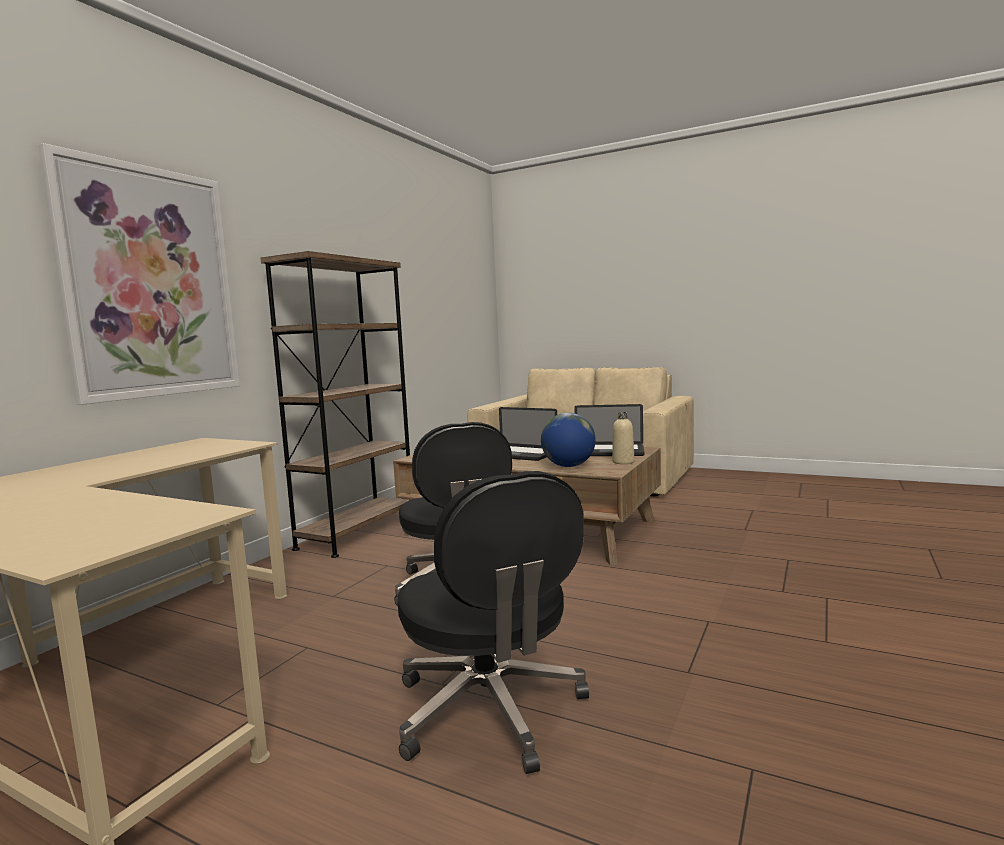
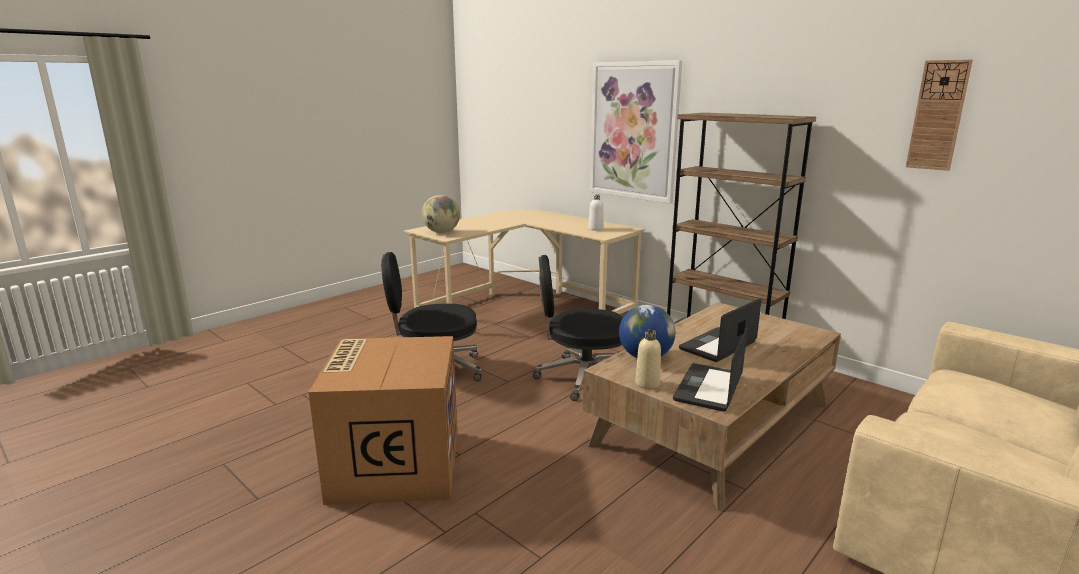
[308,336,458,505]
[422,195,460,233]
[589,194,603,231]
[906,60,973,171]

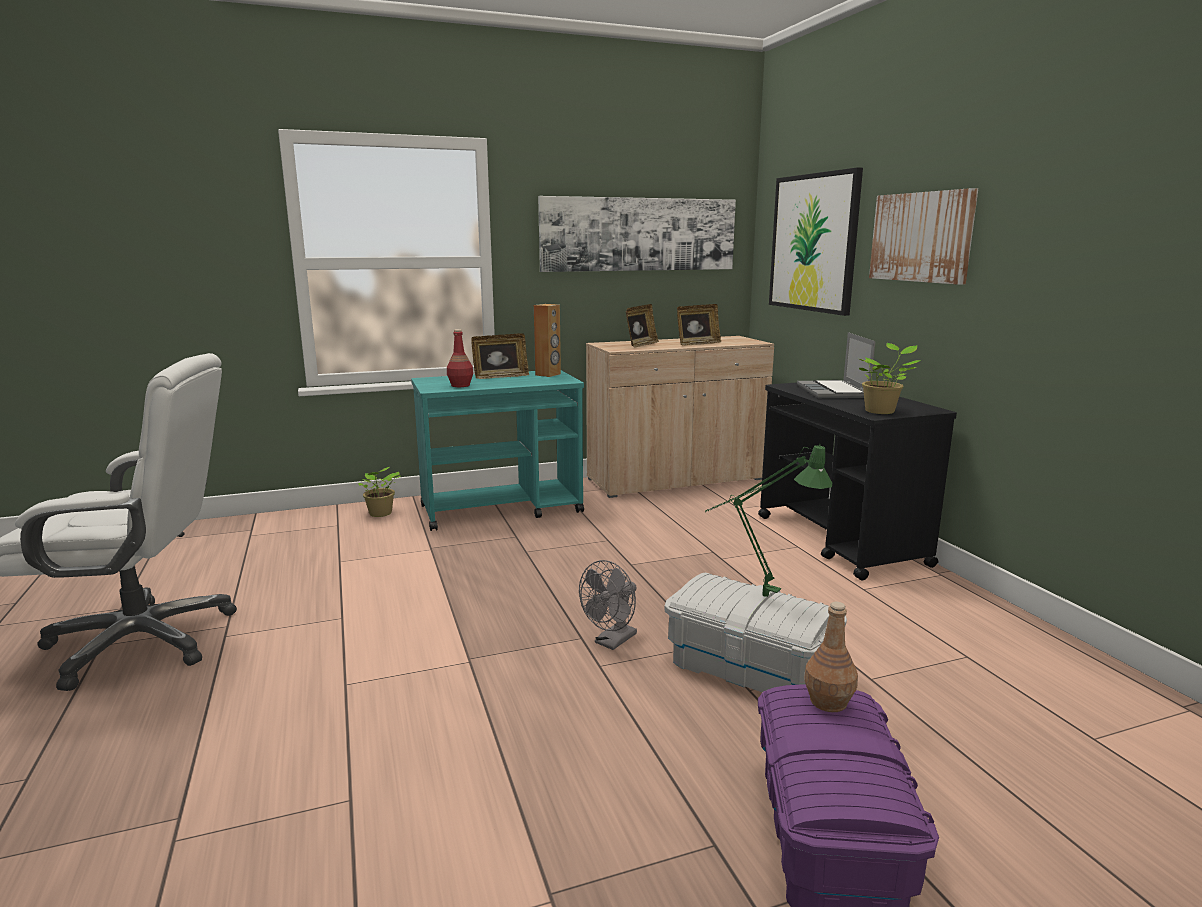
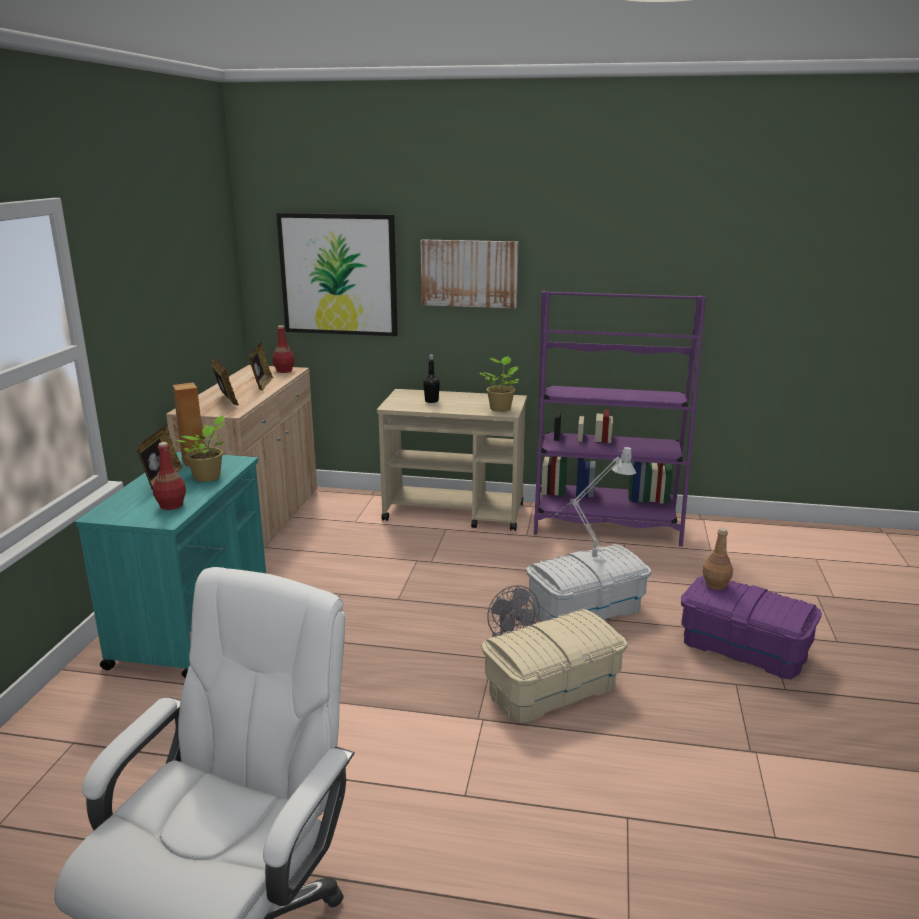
[175,415,227,482]
[273,325,295,373]
[377,389,527,531]
[423,355,440,403]
[481,609,628,723]
[534,291,706,547]
[550,447,636,557]
[538,196,736,272] (first image)

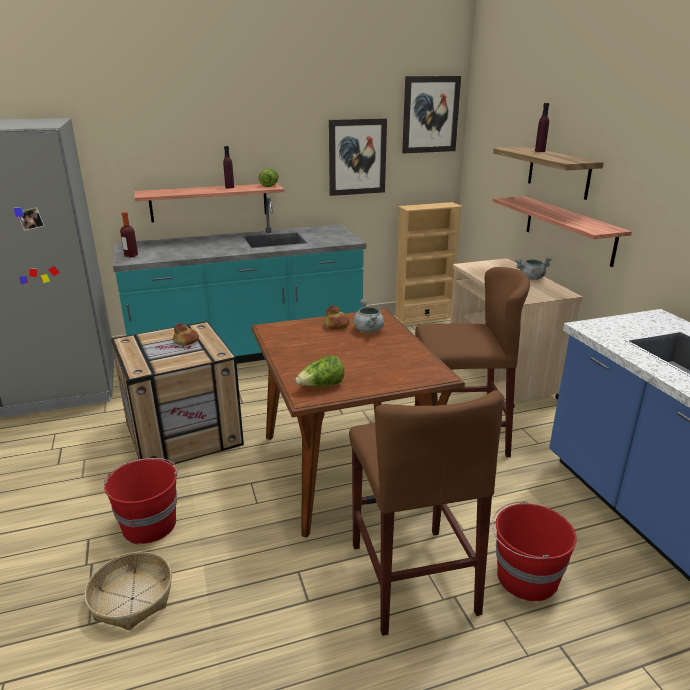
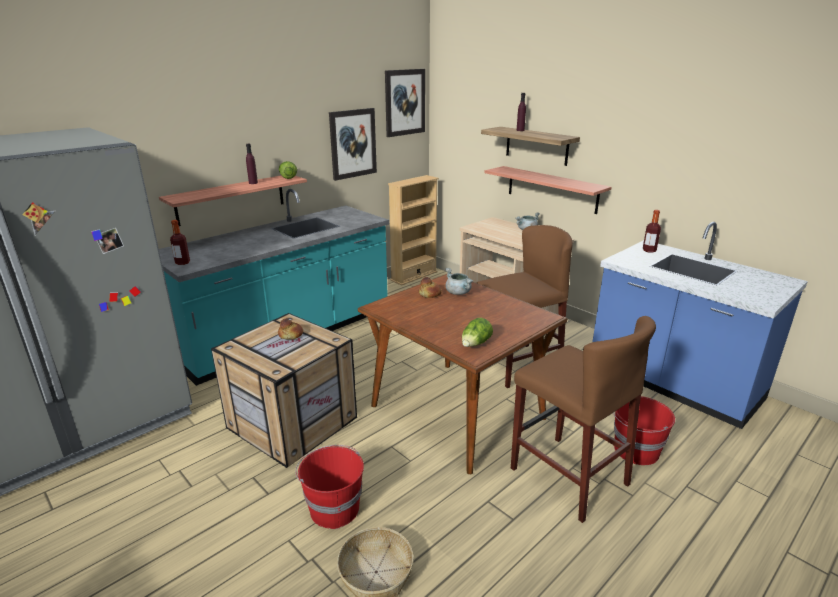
[643,210,661,253]

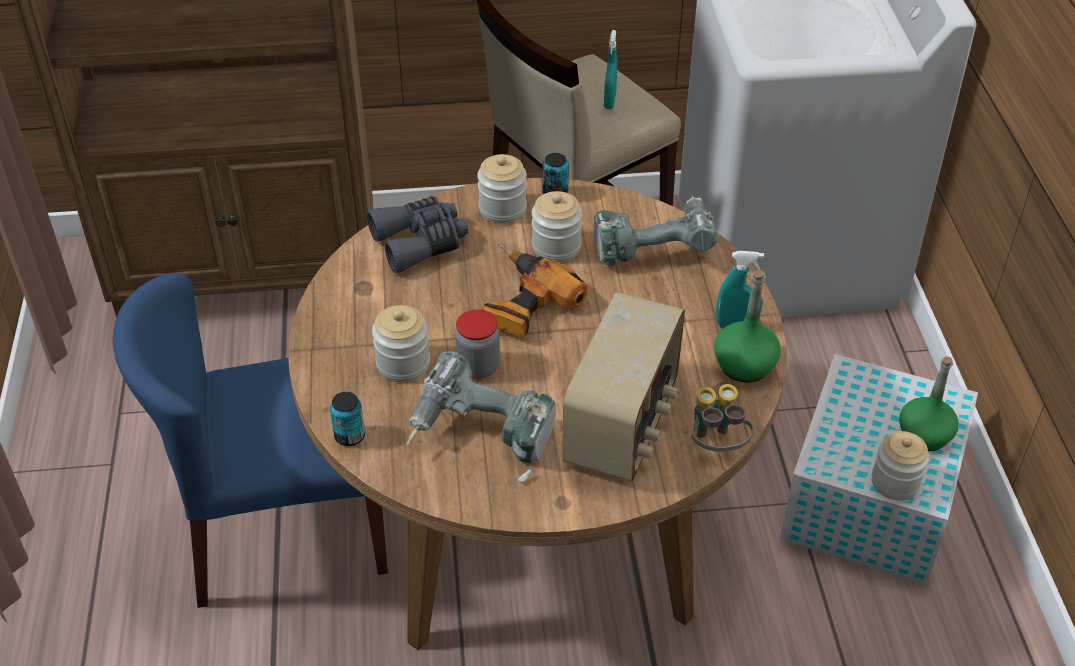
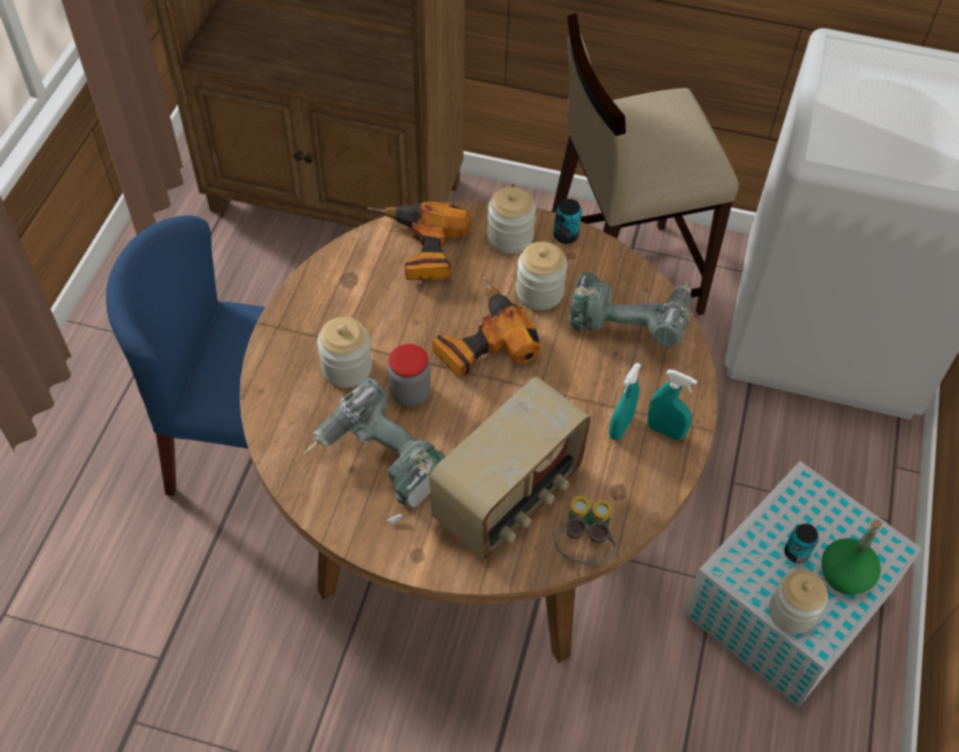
[367,202,471,280]
[609,362,641,440]
[784,523,819,563]
[714,270,781,383] (first image)

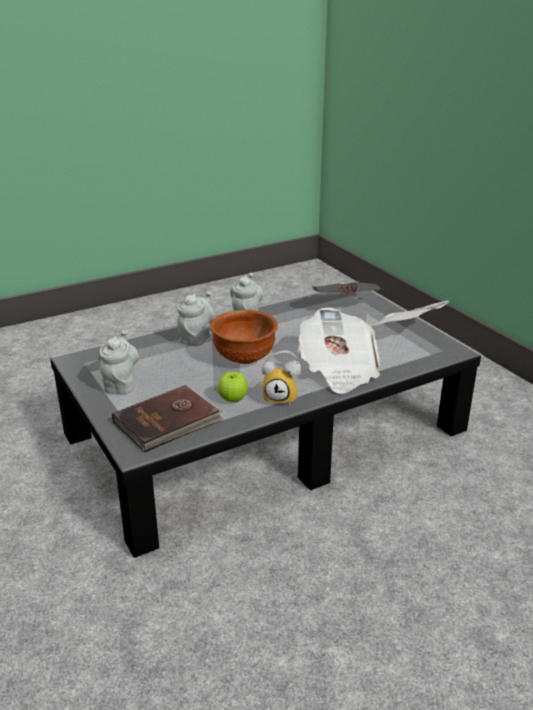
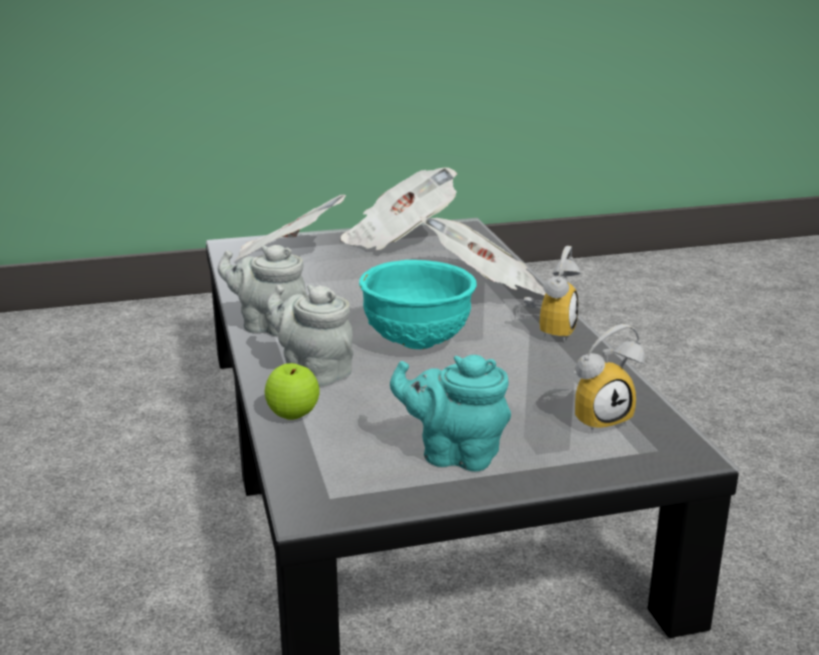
[265,363,320,420]
[359,260,477,349]
[390,355,511,471]
[574,324,645,433]

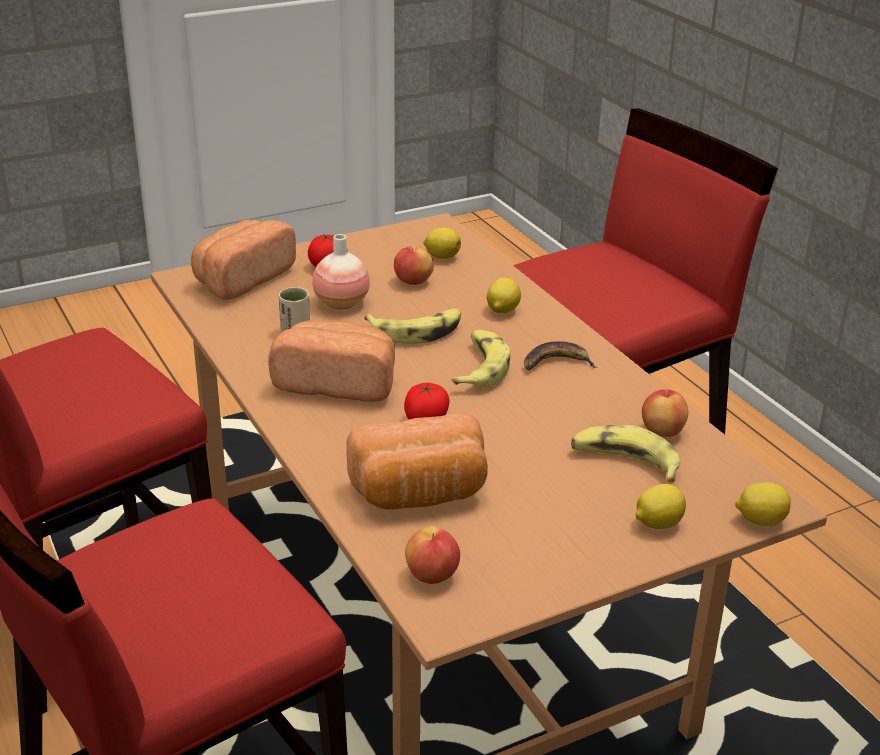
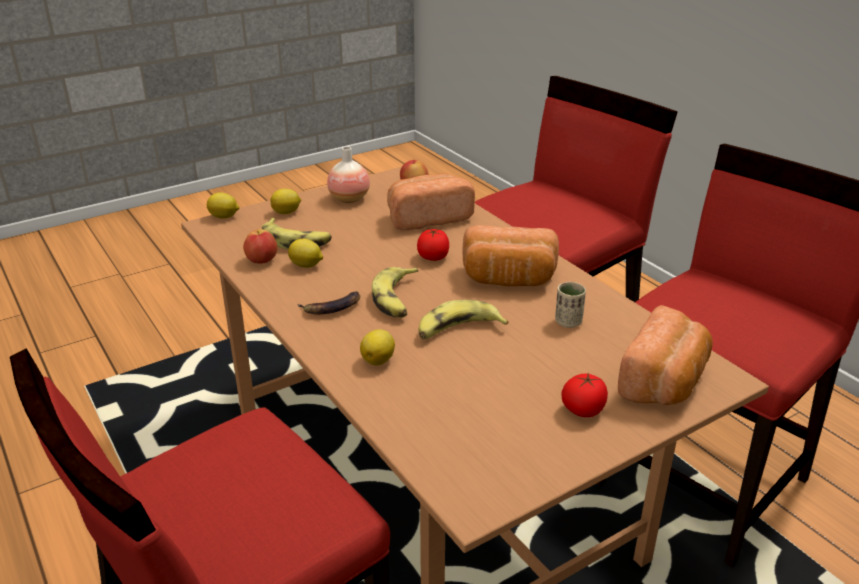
[288,239,323,268]
[327,146,370,203]
[394,246,434,285] (first image)

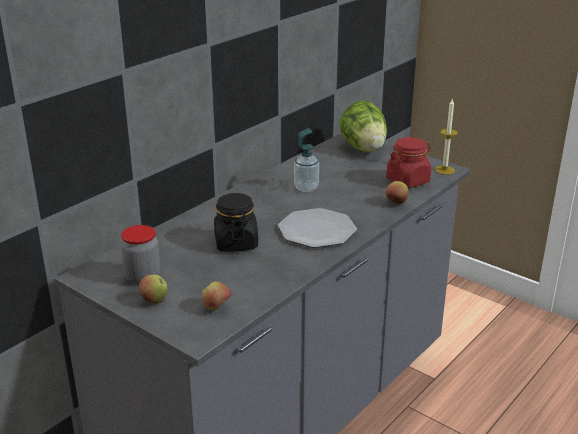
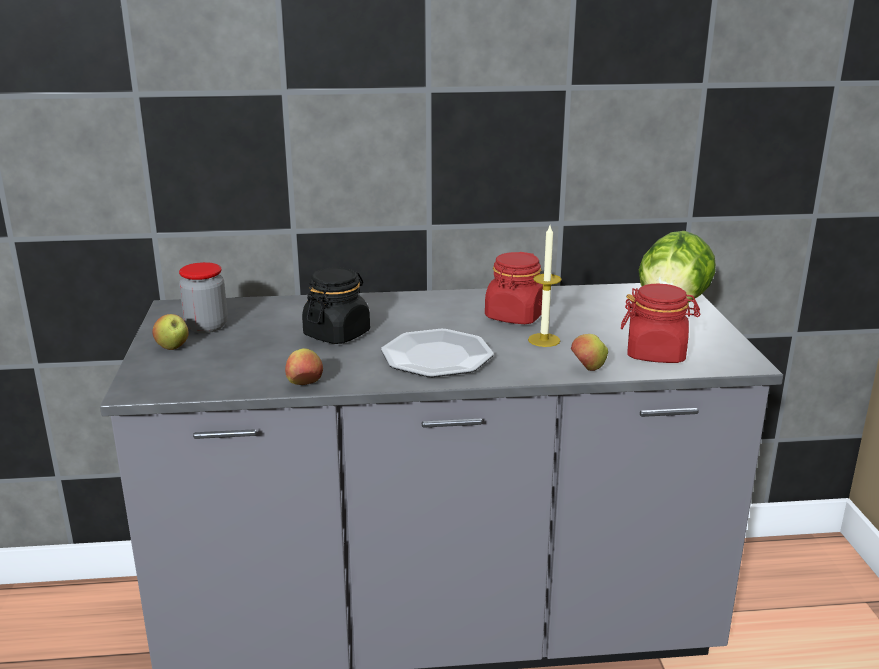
[285,348,323,385]
[485,252,543,324]
[528,226,562,347]

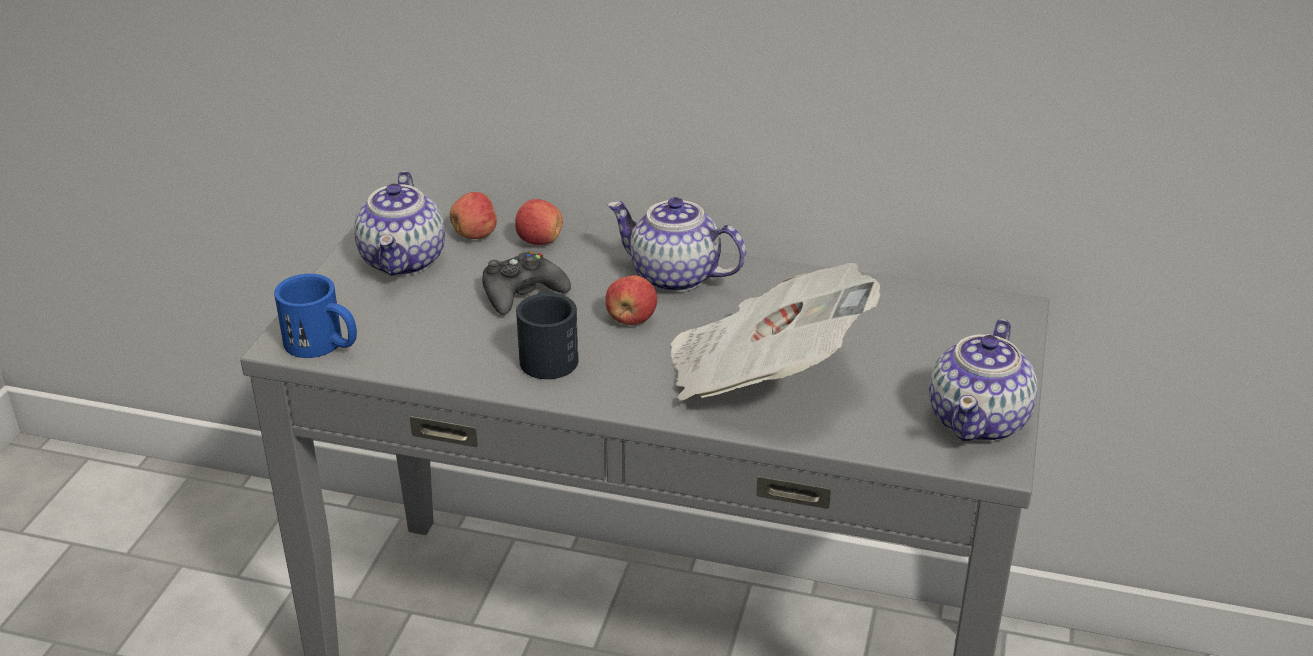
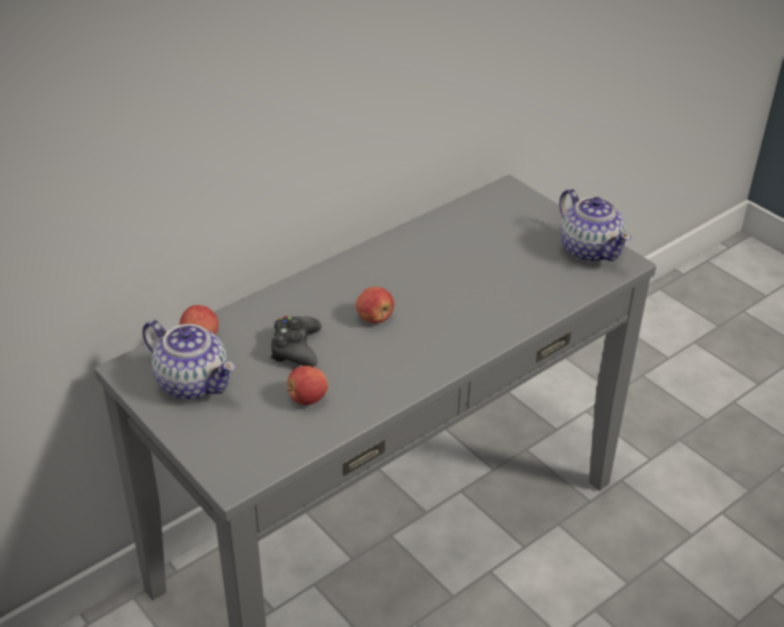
[287,366,328,405]
[274,274,357,358] (first image)
[516,291,578,379] (first image)
[607,197,746,293] (first image)
[671,263,880,401] (first image)

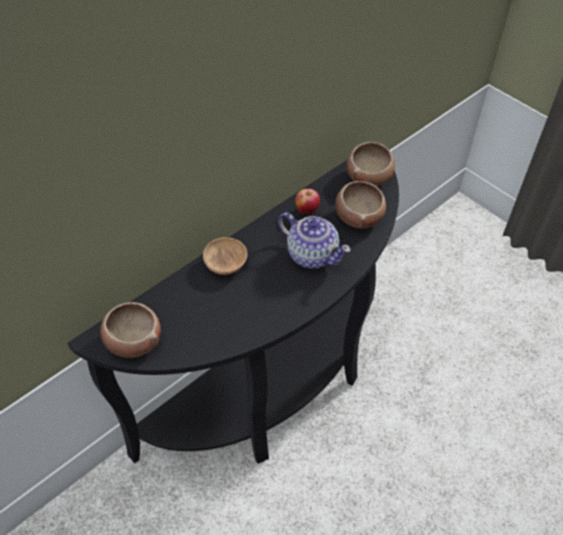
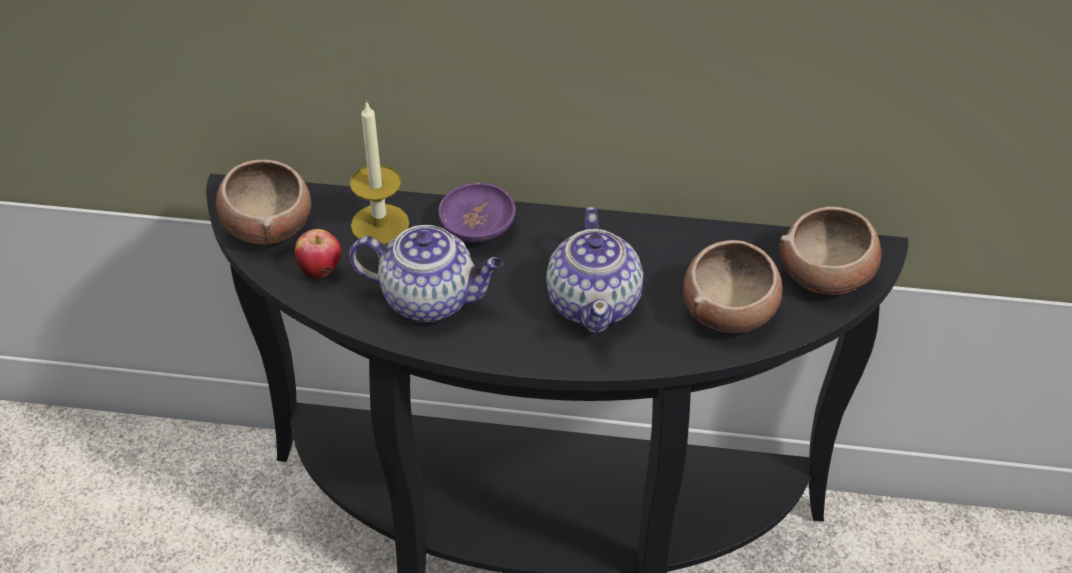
[295,229,341,279]
[349,225,503,322]
[350,100,409,244]
[438,182,516,242]

